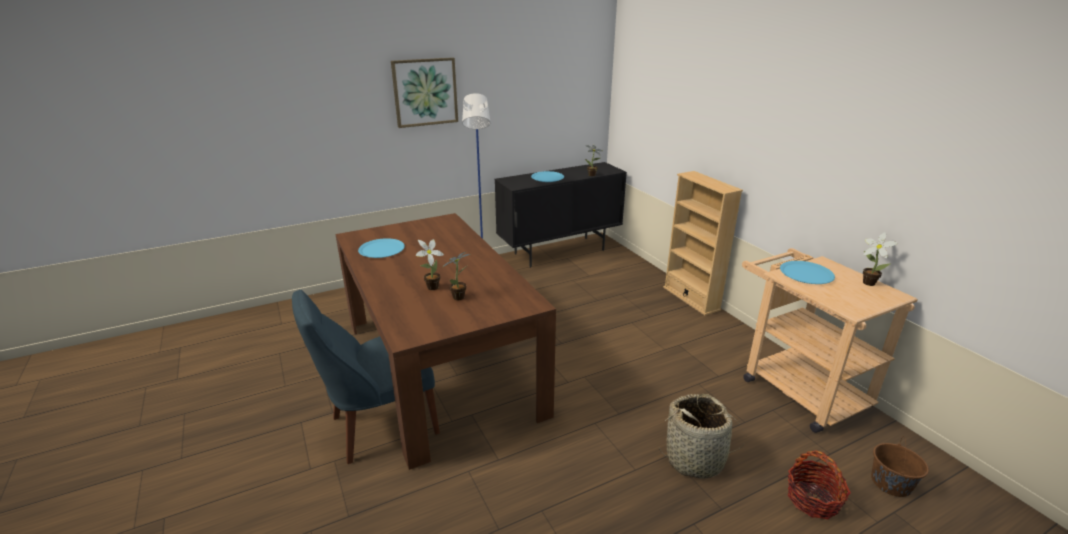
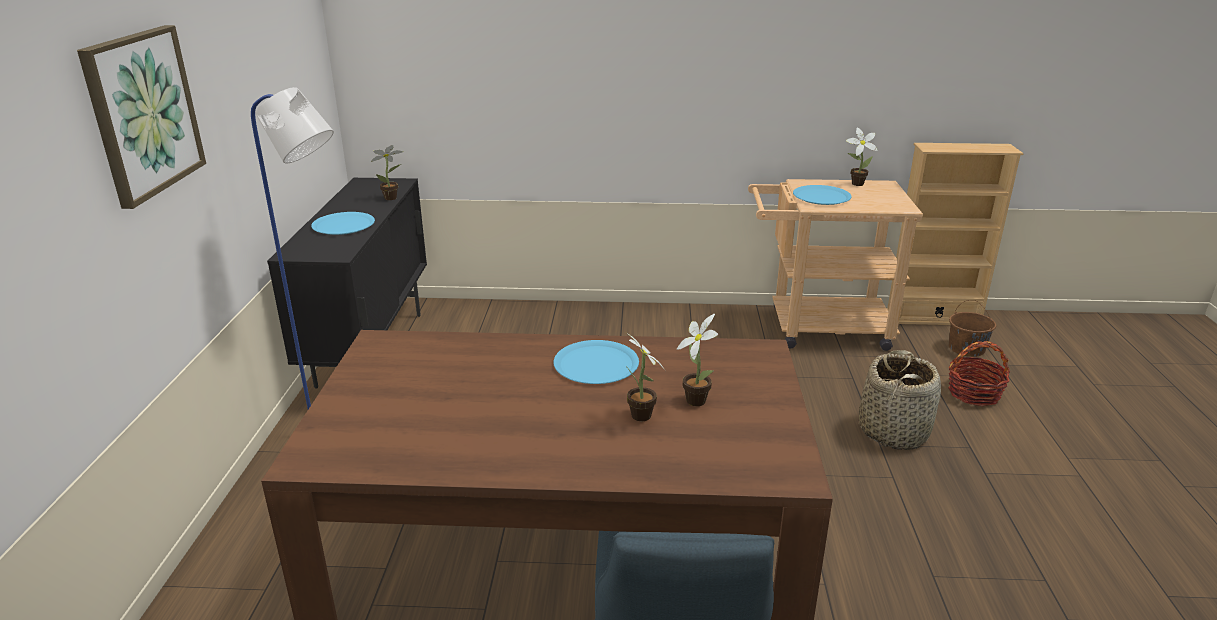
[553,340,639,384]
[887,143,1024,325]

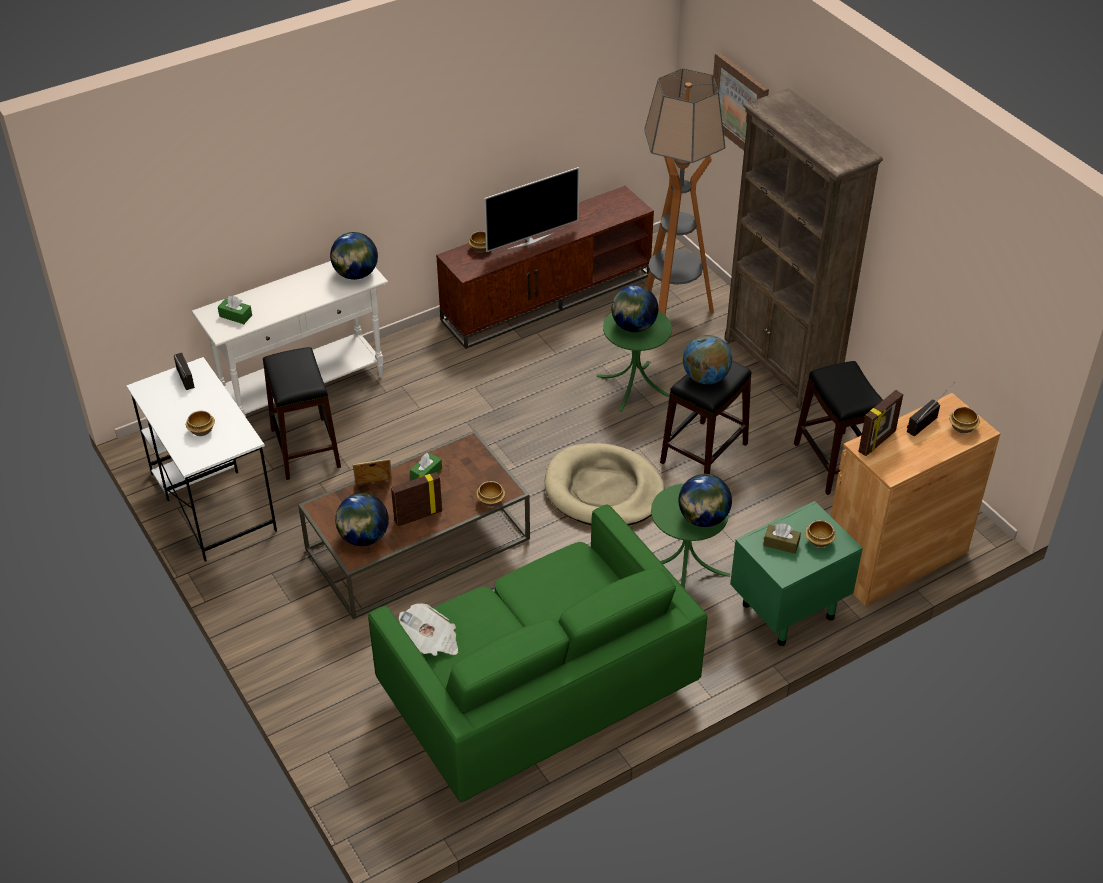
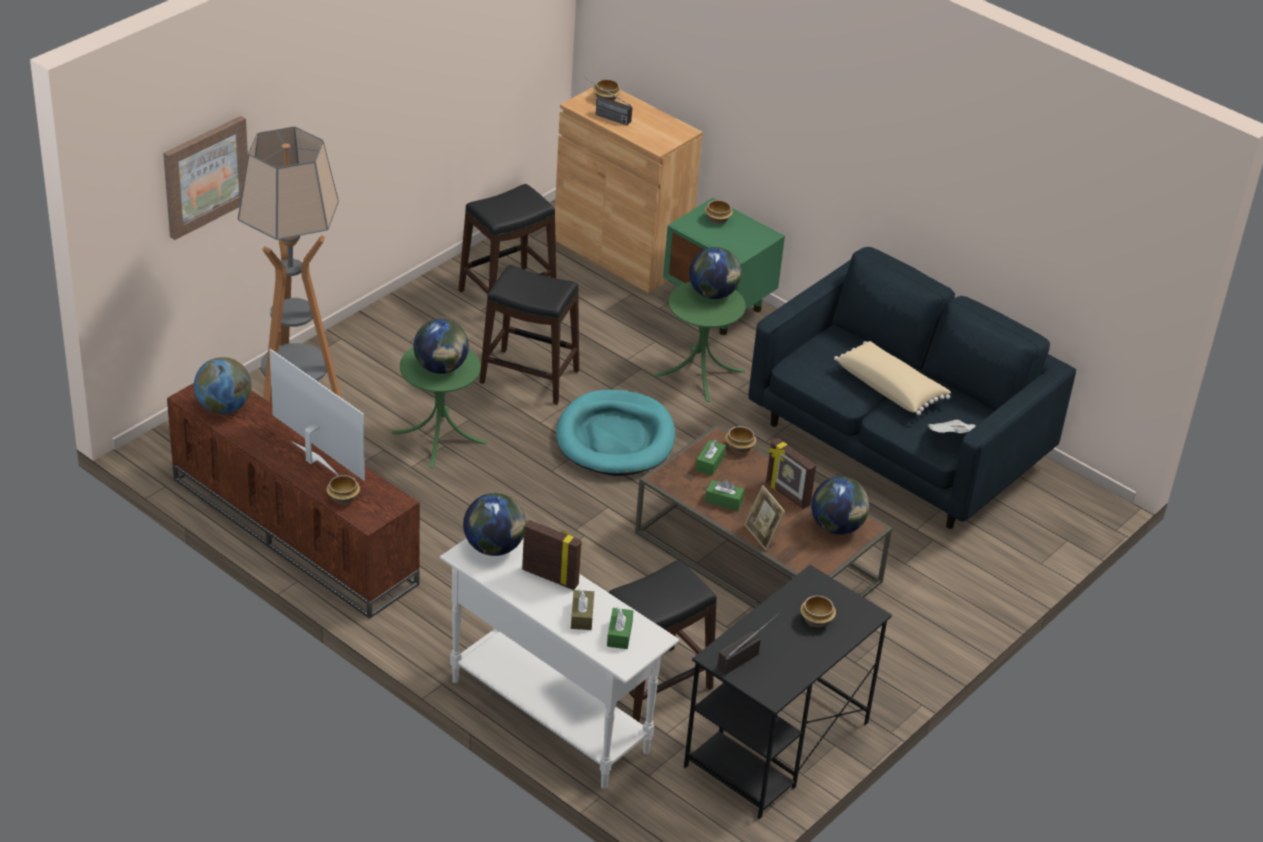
[194,357,252,414]
[522,520,582,590]
[556,389,675,476]
[571,589,594,630]
[684,565,892,819]
[696,439,726,476]
[748,247,1076,529]
[834,341,951,415]
[724,88,883,410] (first image)

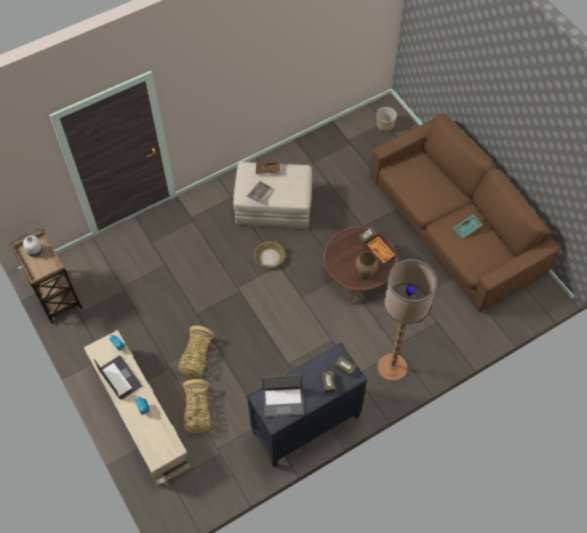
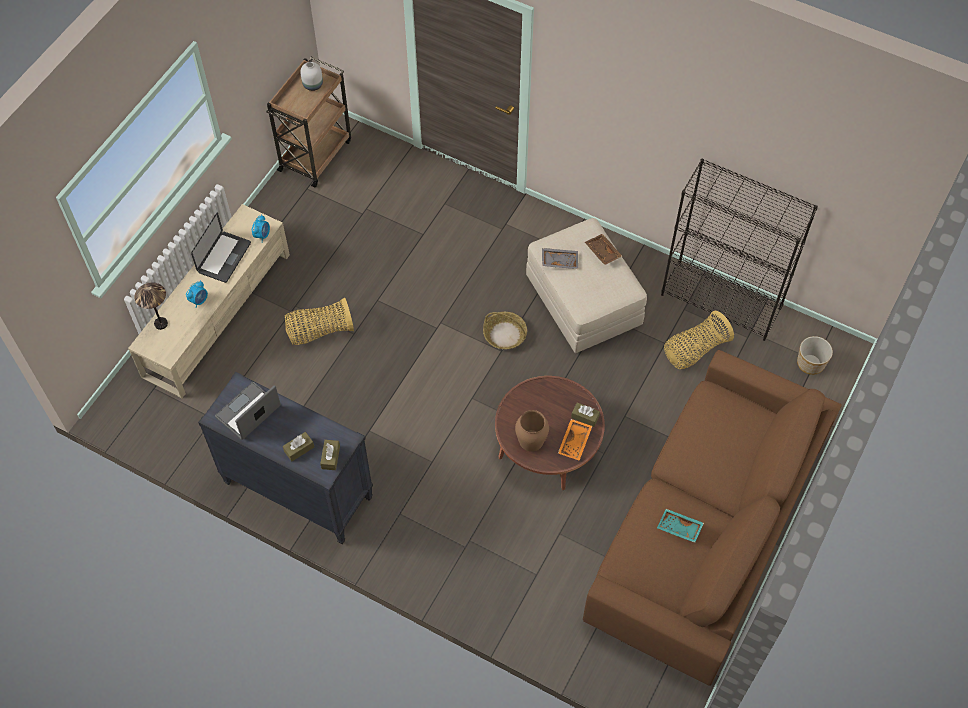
[134,282,168,330]
[215,382,281,440]
[661,159,818,341]
[664,311,734,369]
[378,259,437,381] (first image)

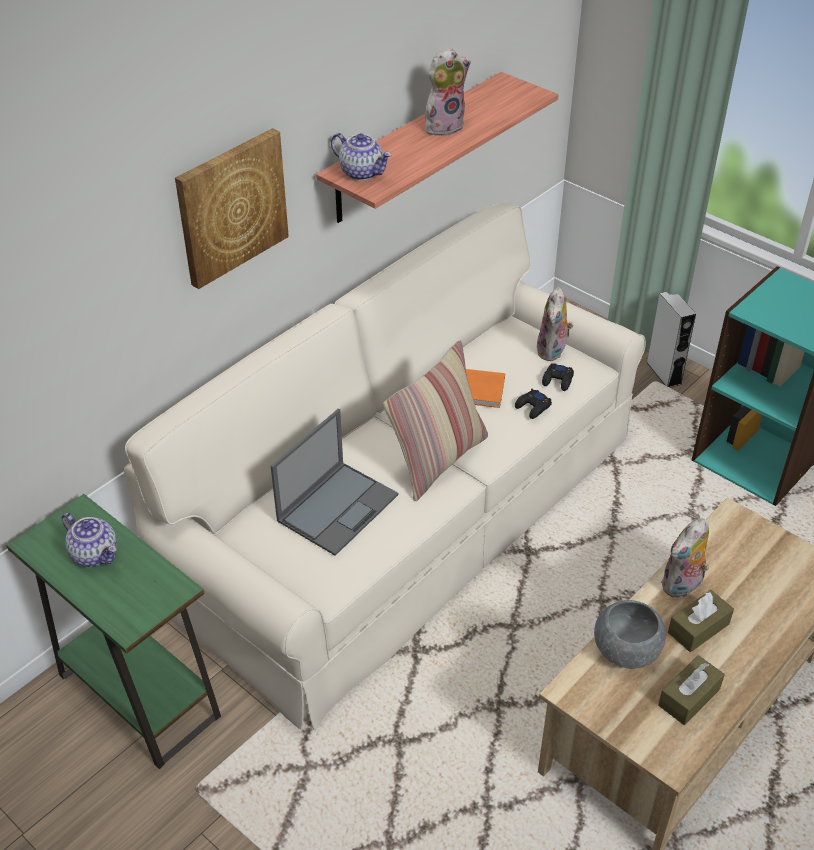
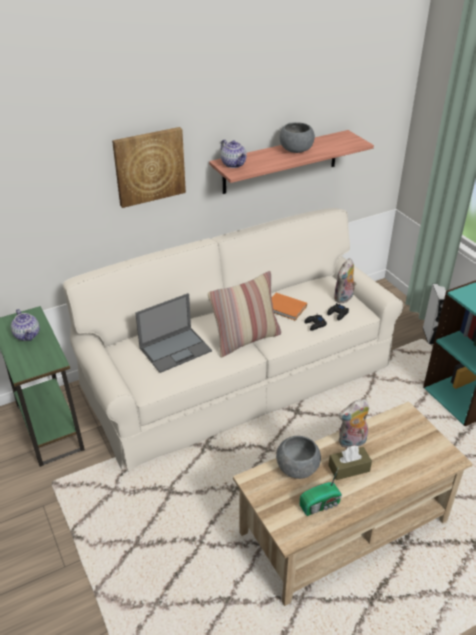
[280,122,315,153]
[300,467,342,516]

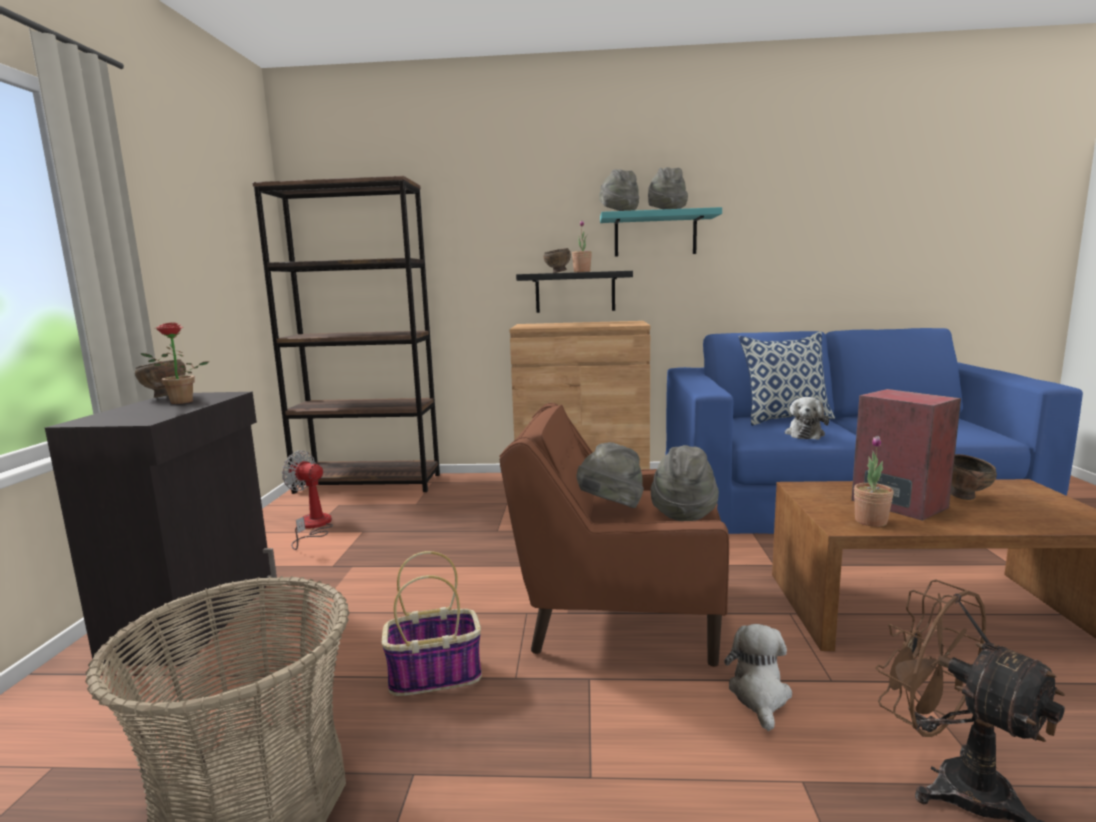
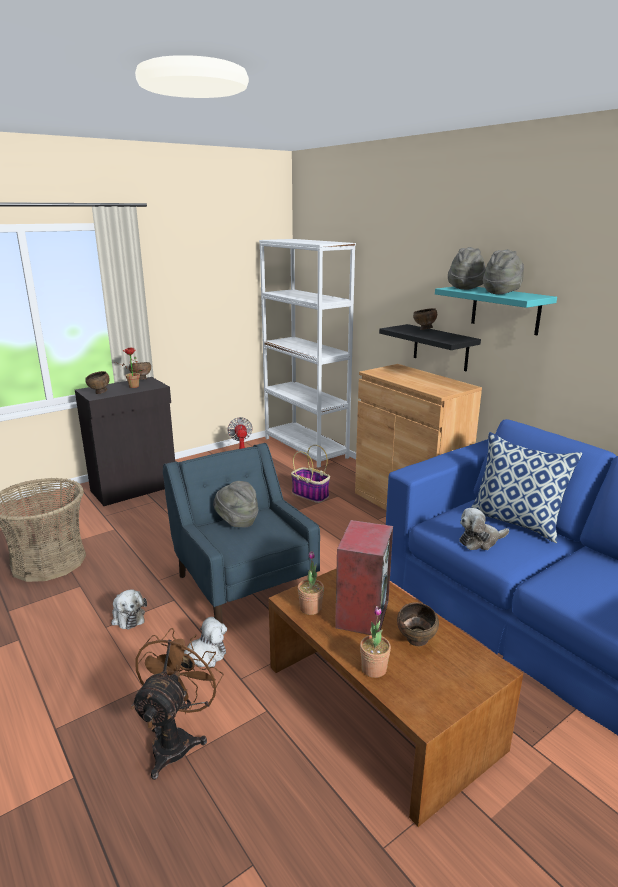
[85,371,110,394]
[111,590,147,629]
[163,443,320,623]
[259,239,356,468]
[291,445,330,503]
[360,606,391,678]
[651,445,719,521] (first image)

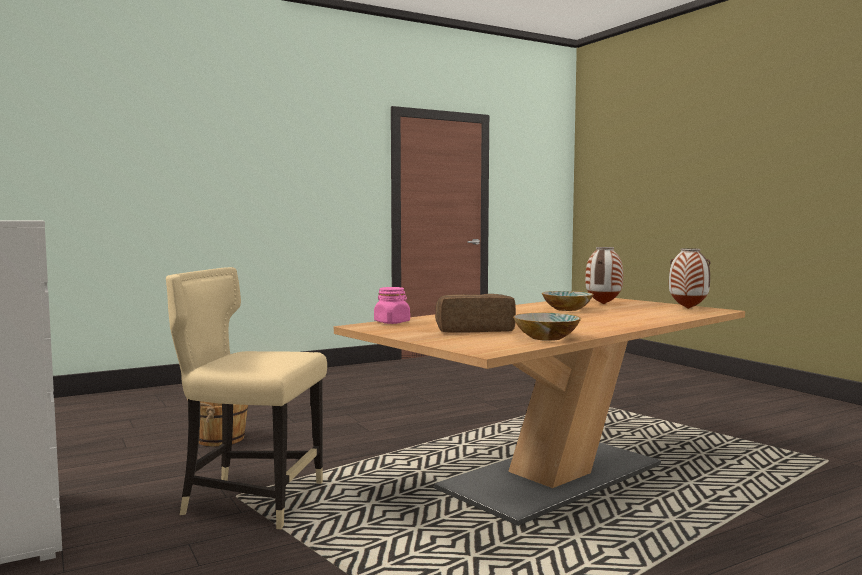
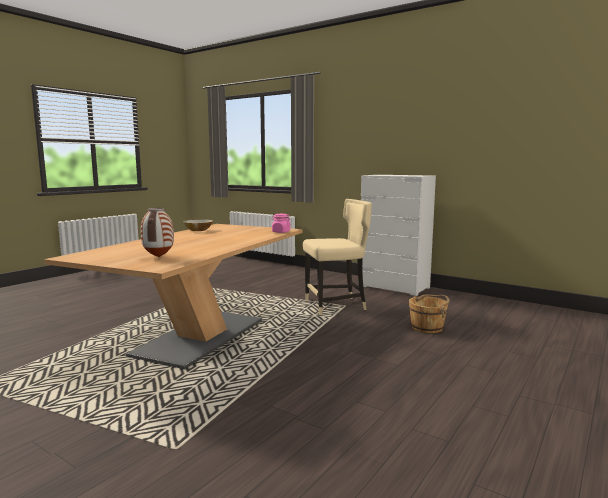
[435,294,516,333] (first image)
[542,291,593,311] (first image)
[669,248,711,309] (first image)

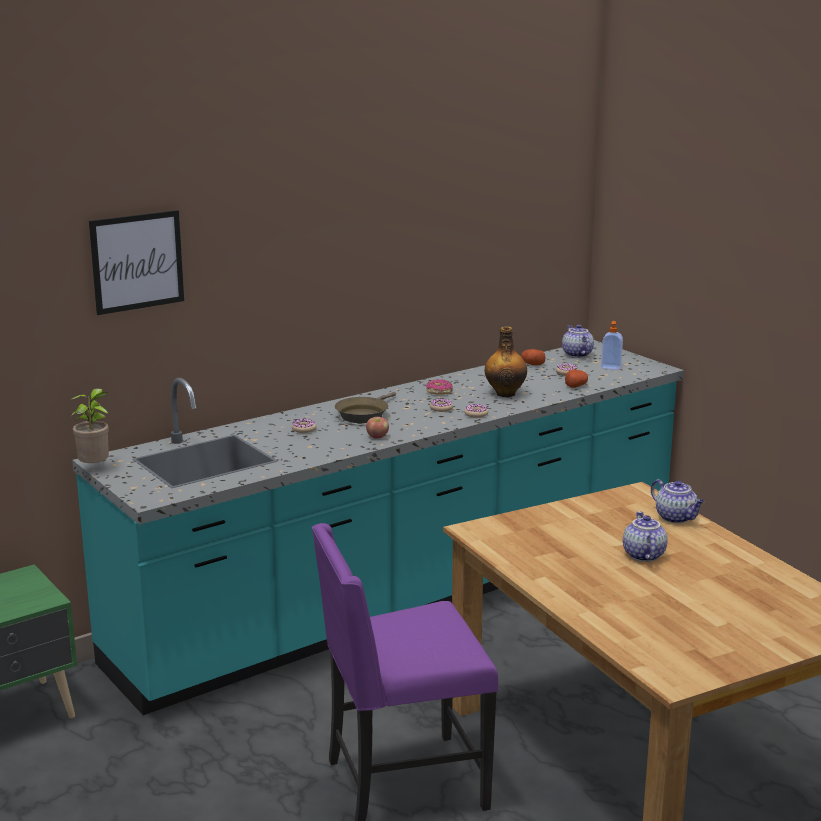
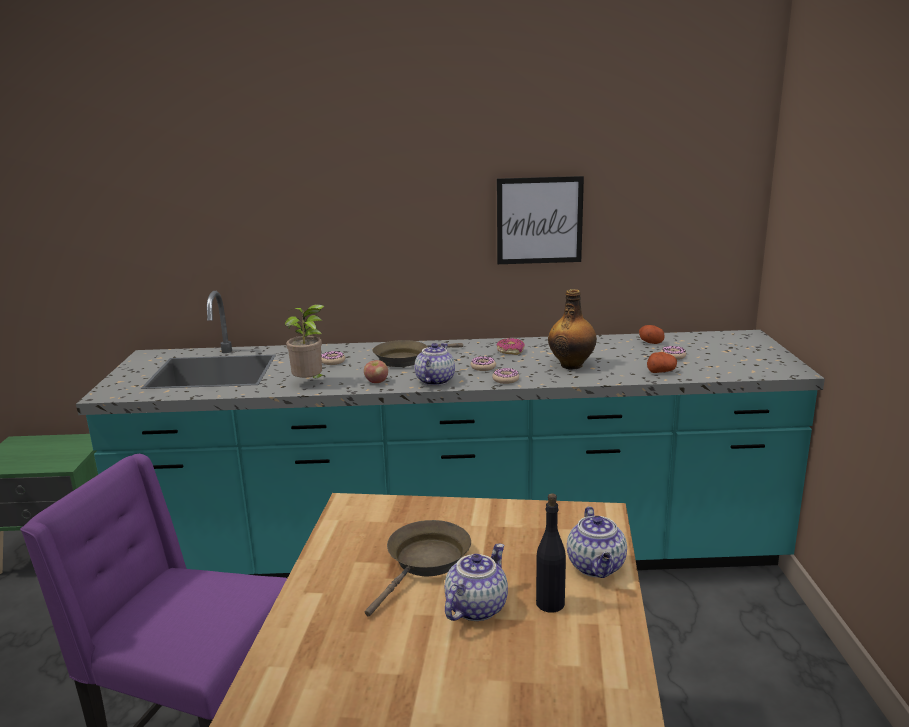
[284,304,327,378]
[365,520,471,617]
[415,343,455,386]
[497,176,584,264]
[536,493,566,613]
[601,321,623,370] (first image)

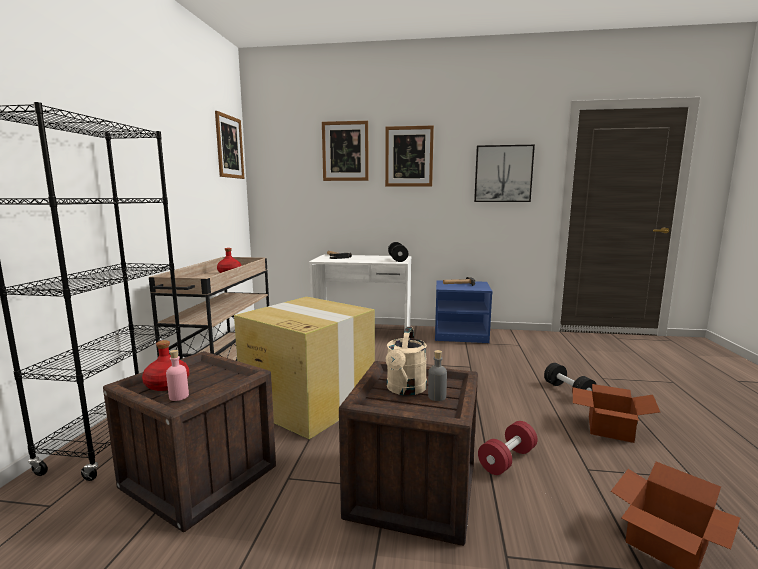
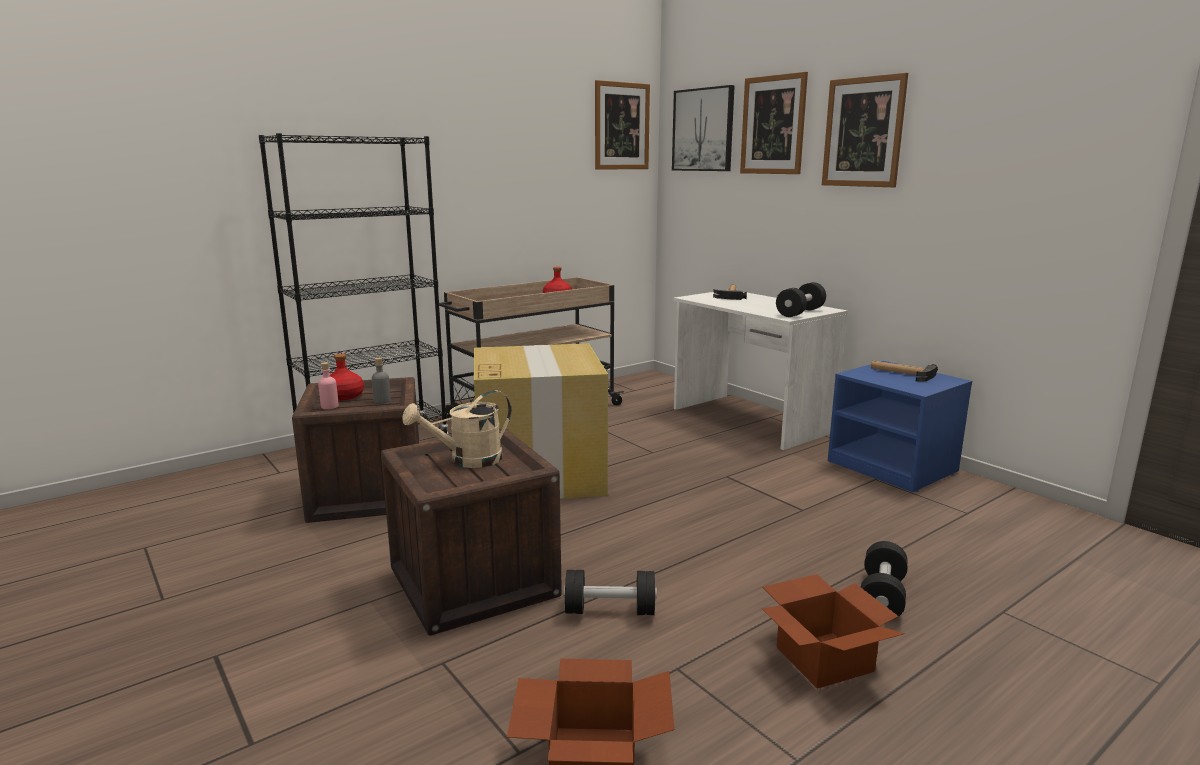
[372,358,391,403]
[564,570,657,615]
[672,85,735,171]

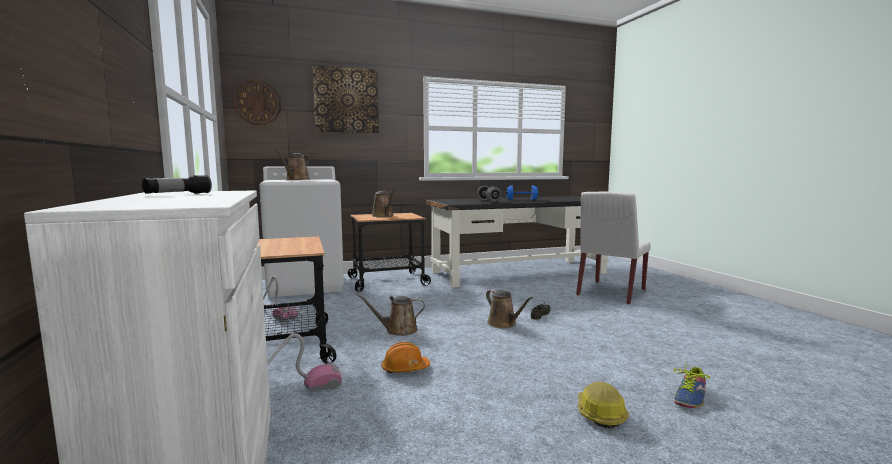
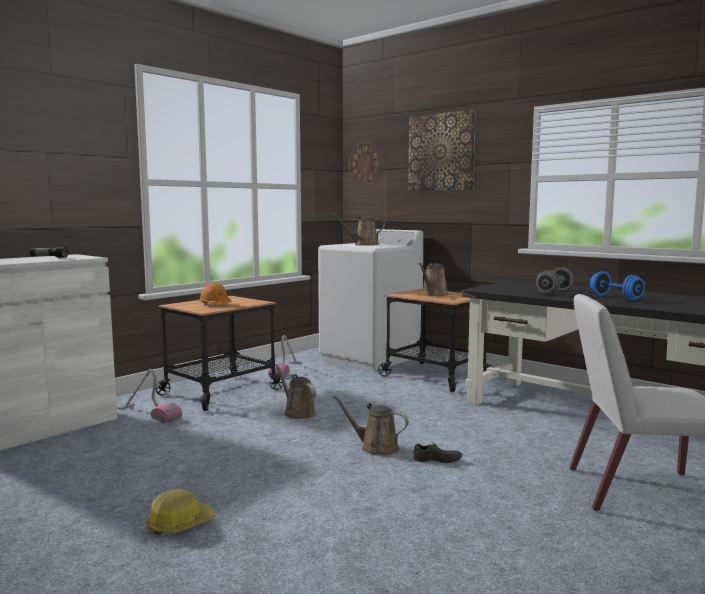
[199,283,232,304]
[332,394,409,456]
[674,362,710,408] (first image)

